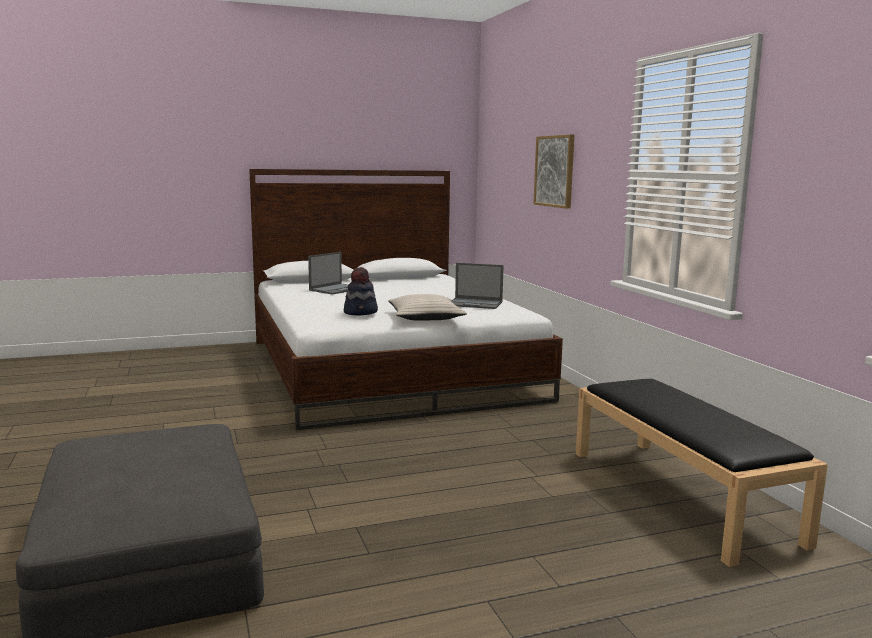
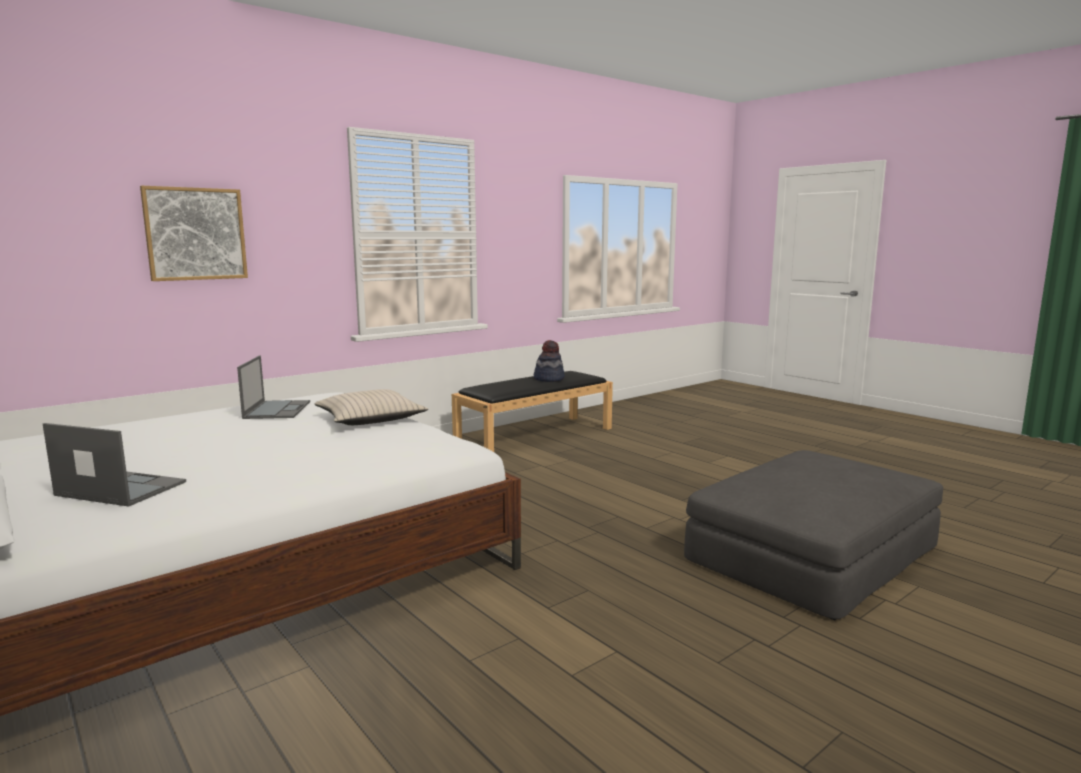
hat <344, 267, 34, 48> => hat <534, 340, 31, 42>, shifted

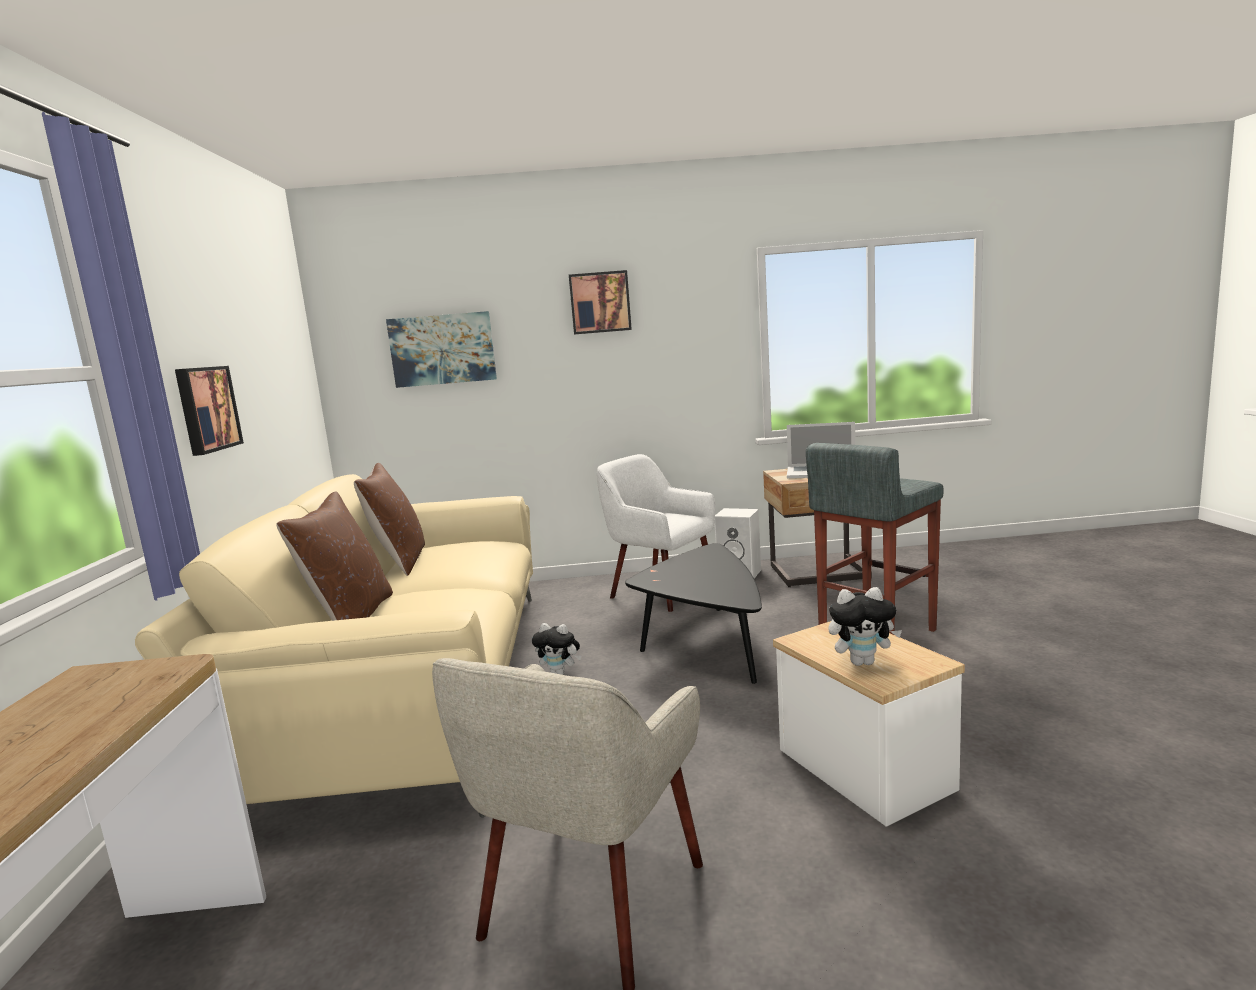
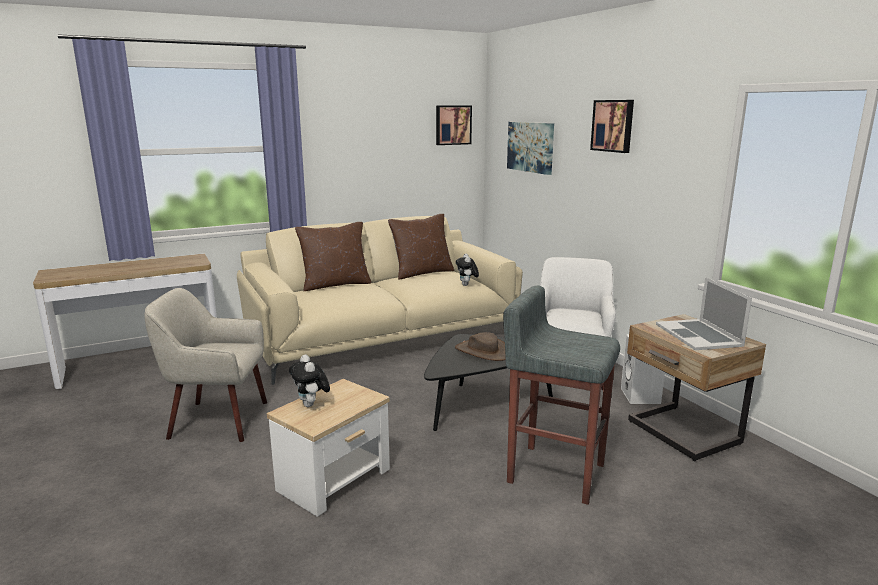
picture <175, 366, 69, 90> => picture <436, 106, 36, 39>, shifted
plush toy <532, 623, 49, 52> => plush toy <456, 254, 23, 32>, shifted
nothing => hat/brown <455, 332, 51, 29>

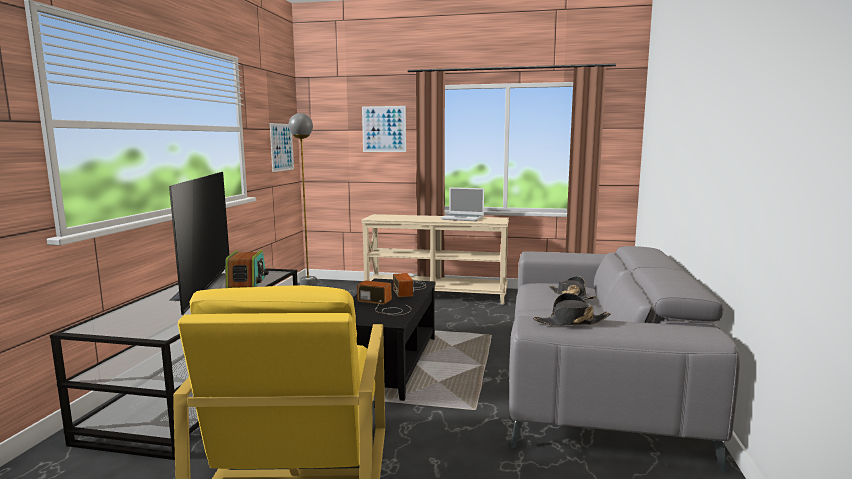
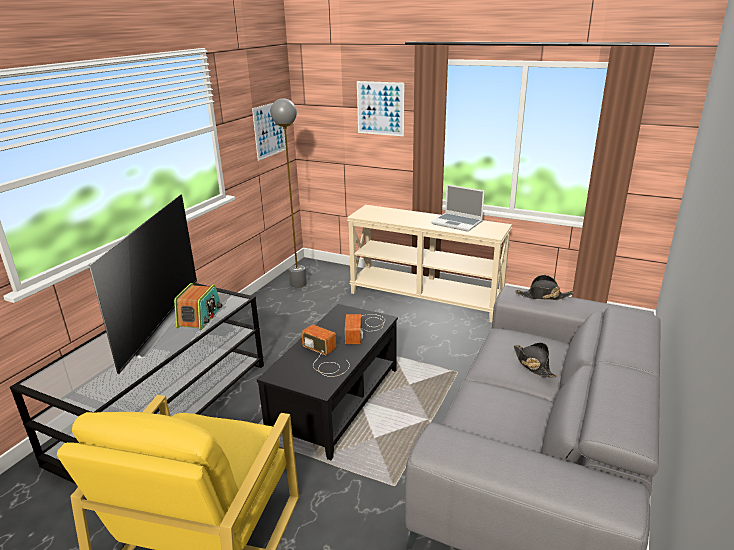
hat/black <533, 293, 78, 33> => hat/black <515, 275, 59, 25>, shifted

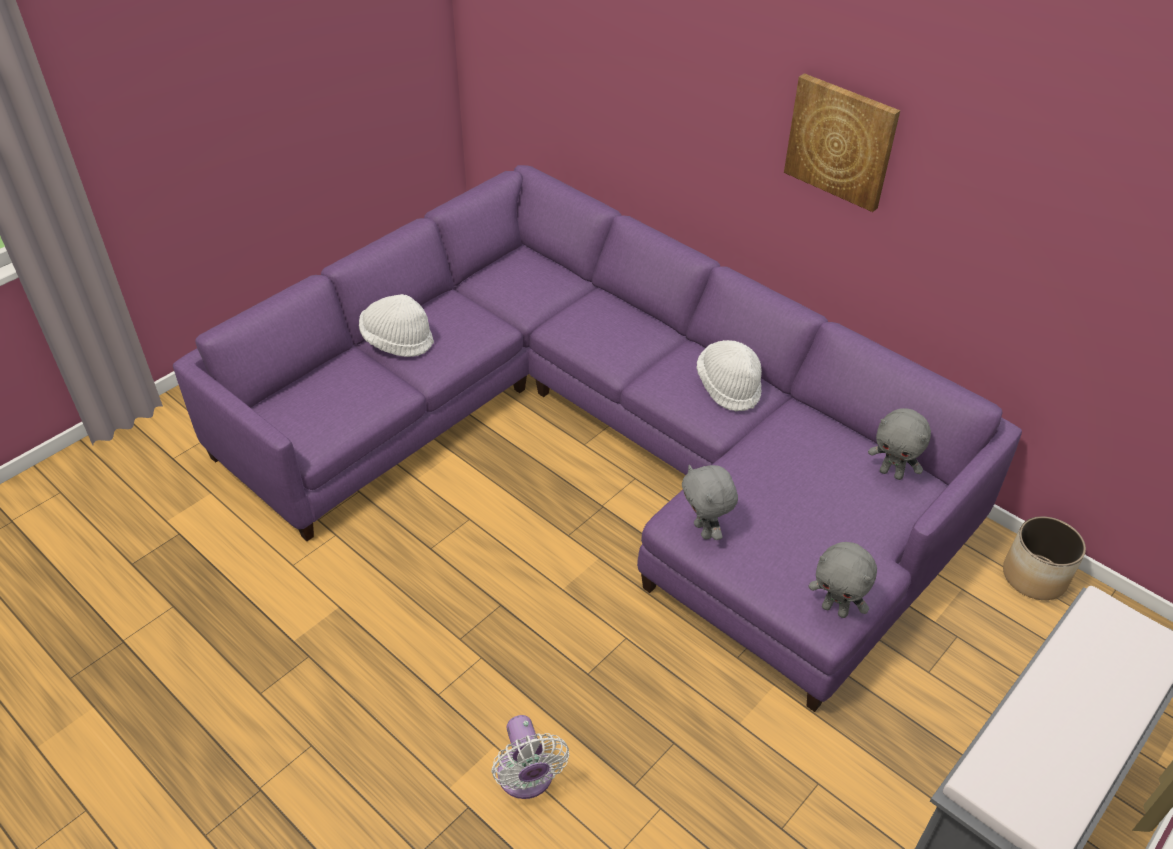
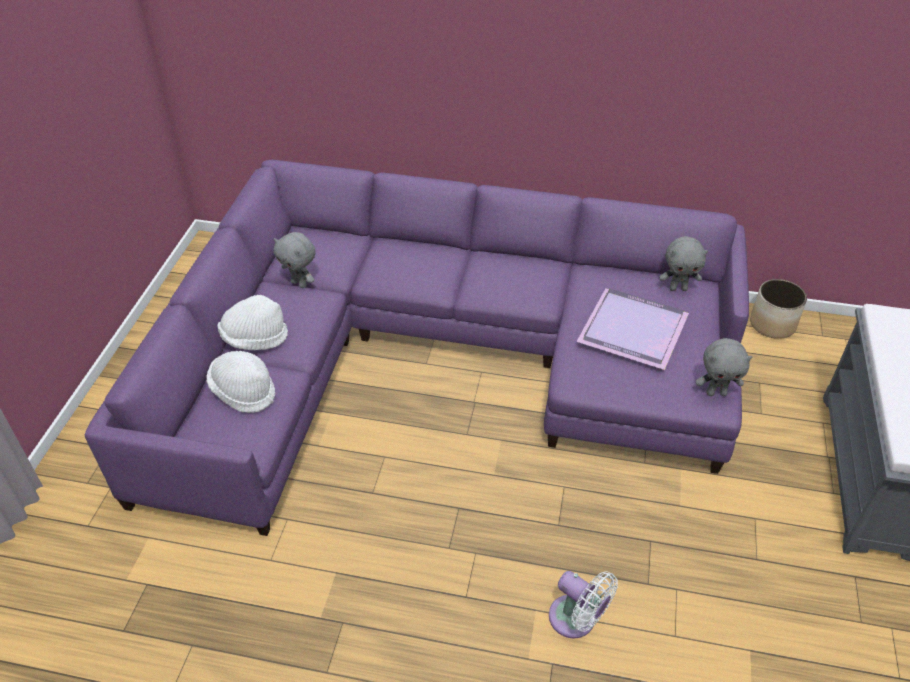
picture <784, 73, 116, 139> => nothing
hat/white <697, 340, 65, 71> => hat/white <206, 351, 69, 62>, shifted
plush toy/grey <682, 465, 56, 75> => plush toy/grey <273, 232, 42, 56>, shifted
nothing => tray/purple <576, 288, 113, 82>

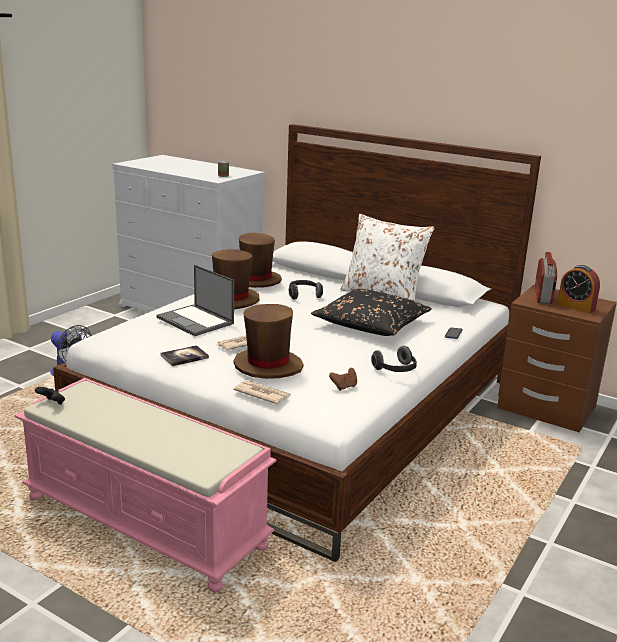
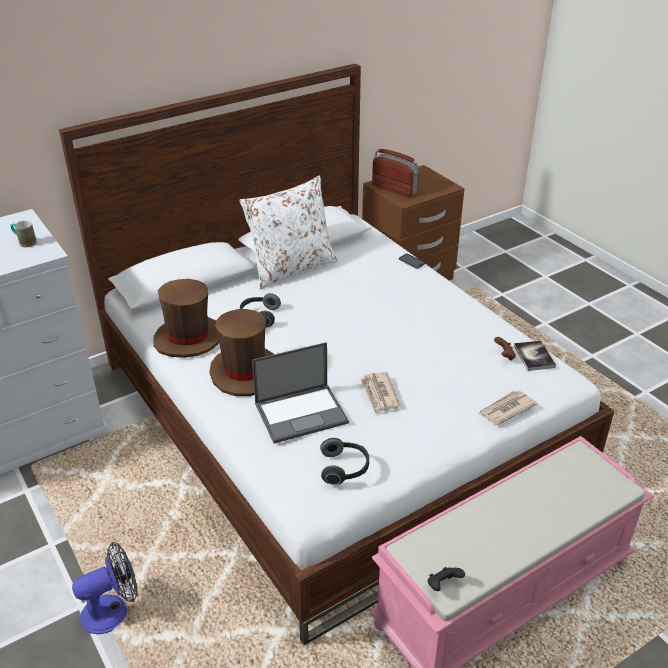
alarm clock <557, 265, 43, 48> => nothing
pillow/black <311, 289, 121, 47> => nothing
hat/brown <234, 304, 70, 75> => nothing
book <161, 345, 48, 21> => book <514, 340, 42, 31>, shifted
headphones <371, 346, 46, 26> => headphones <320, 438, 49, 47>, shifted

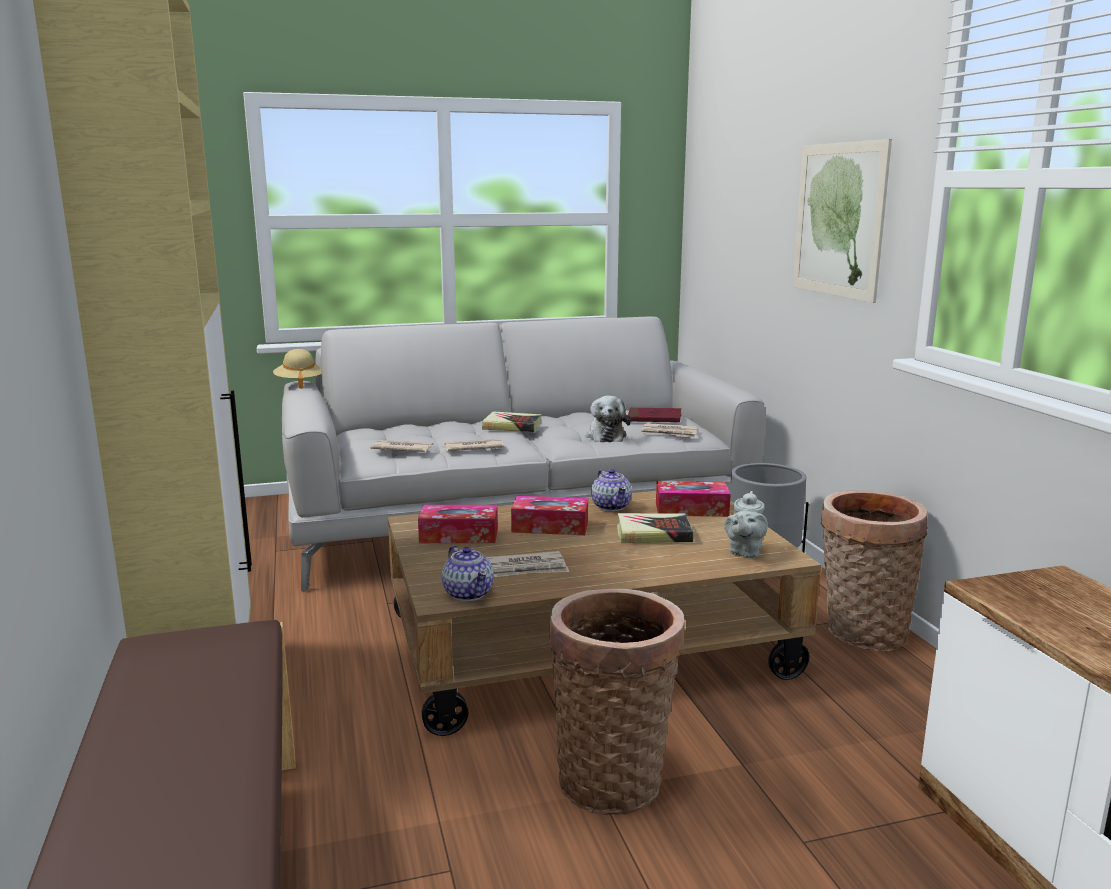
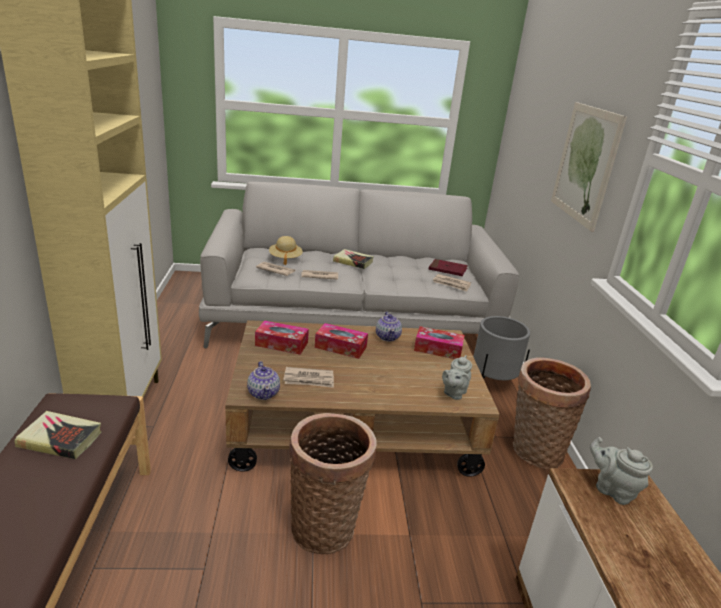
hat/beige <273, 349, 49, 40> => hat/beige <269, 236, 34, 29>, shifted
plush toy <586, 396, 45, 46> => nothing
book <617, 513, 77, 30> => book <15, 411, 86, 48>, shifted
nothing => teapot/grey <590, 437, 63, 68>

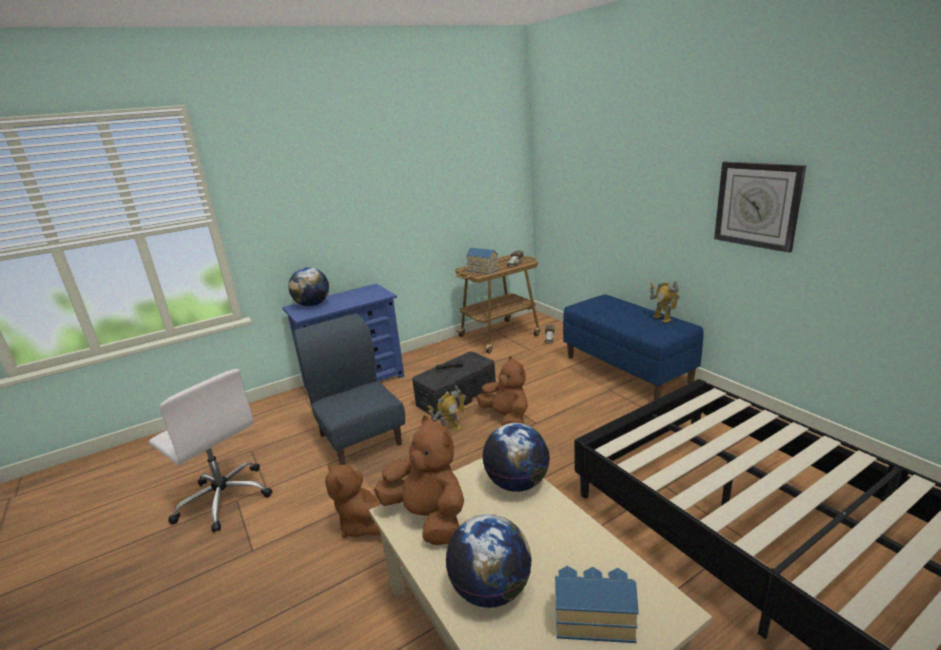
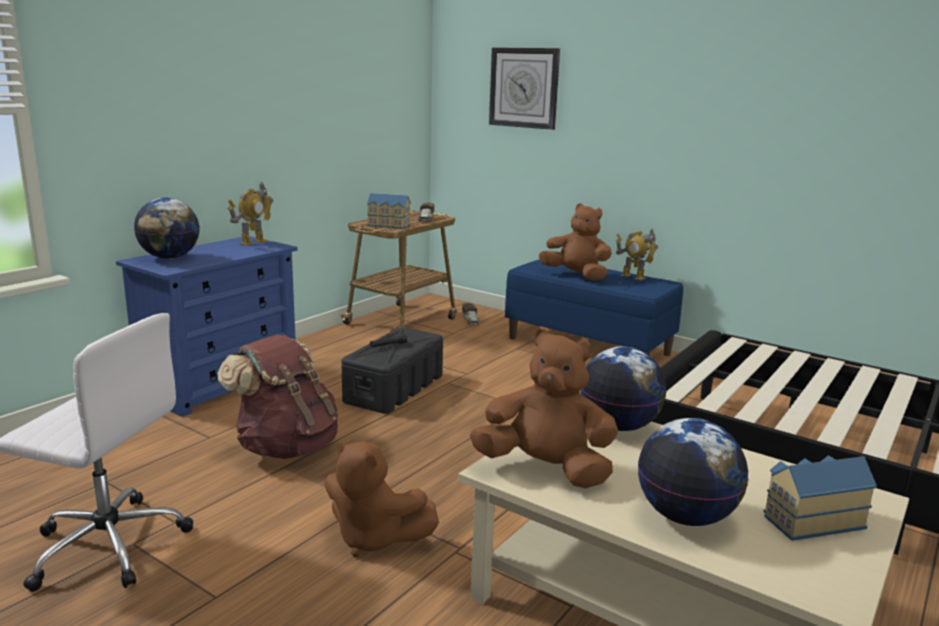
wall clock <714, 162, 92, 91> => wall clock <489, 47, 71, 83>, shifted
chair/blue <294, 313, 111, 152> => backpack/brown <218, 334, 120, 125>
plush toy/brown <477, 356, 51, 70> => plush toy/brown <539, 203, 73, 78>, shifted
toy robot <428, 385, 39, 46> => toy robot <228, 182, 46, 64>, shifted

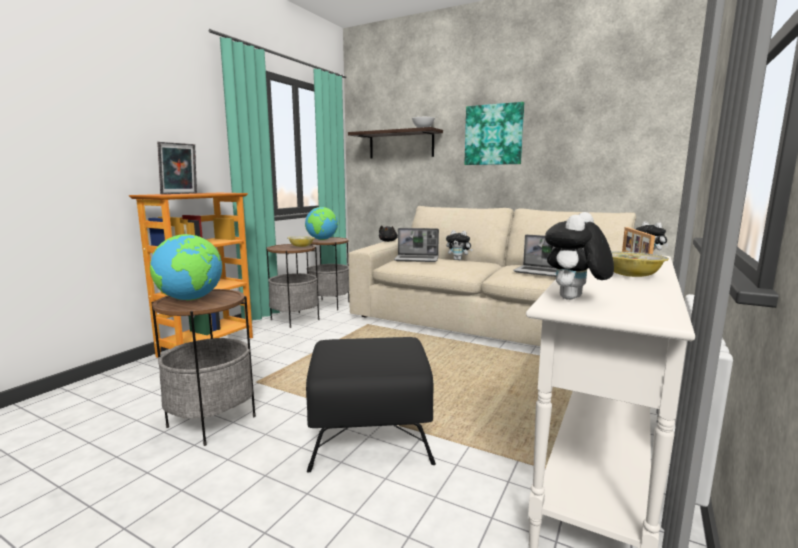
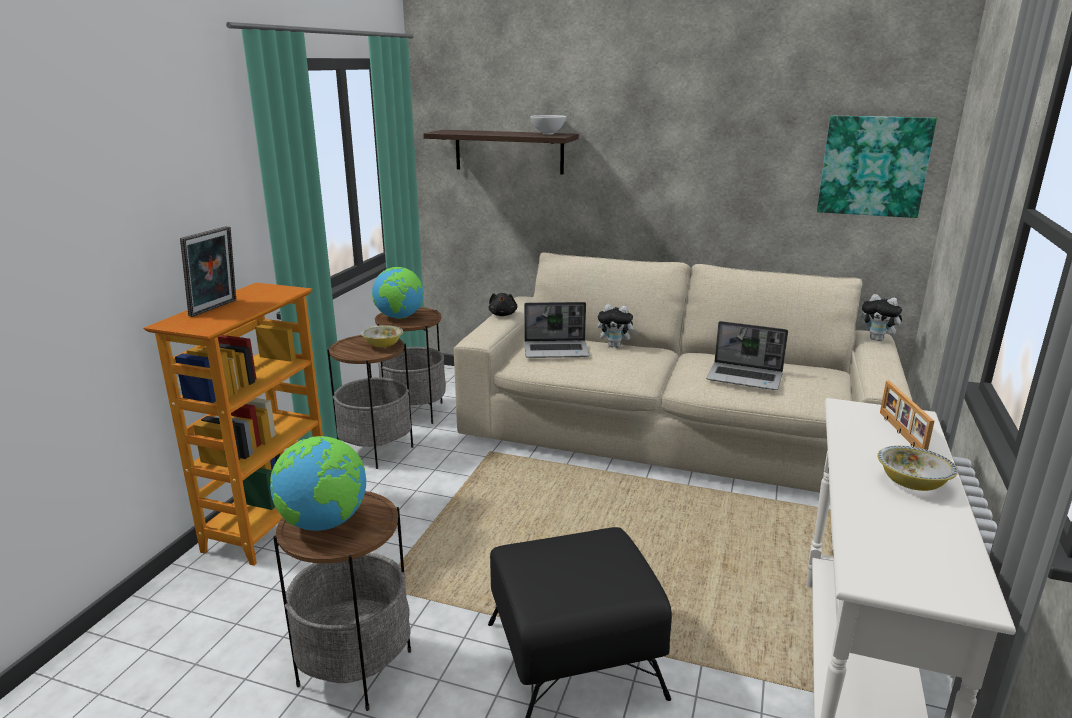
picture <464, 102, 60, 63> => picture <817, 116, 120, 102>, shifted
plush toy <545, 212, 69, 88> => nothing

